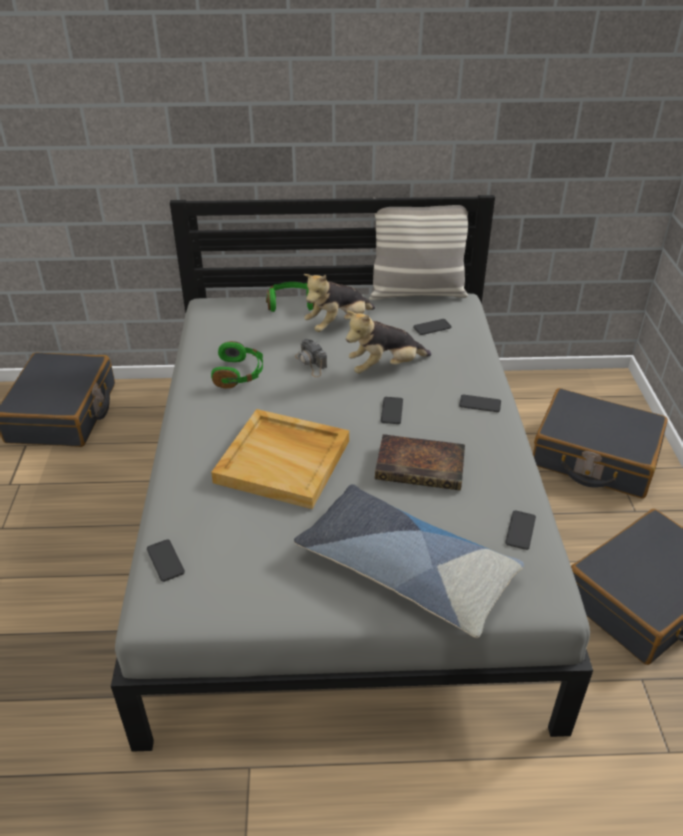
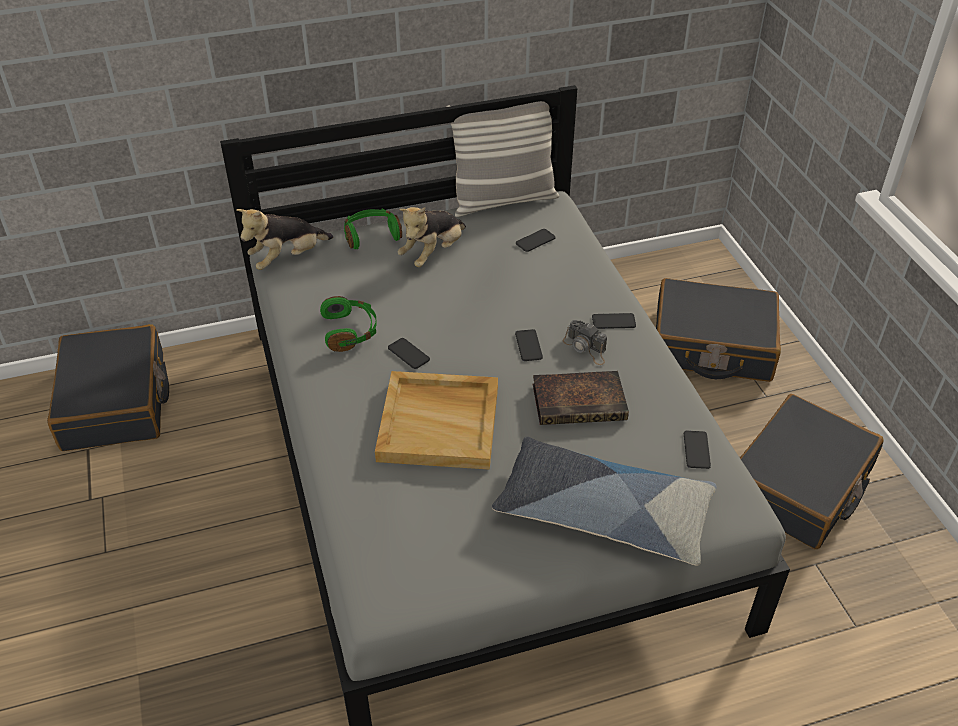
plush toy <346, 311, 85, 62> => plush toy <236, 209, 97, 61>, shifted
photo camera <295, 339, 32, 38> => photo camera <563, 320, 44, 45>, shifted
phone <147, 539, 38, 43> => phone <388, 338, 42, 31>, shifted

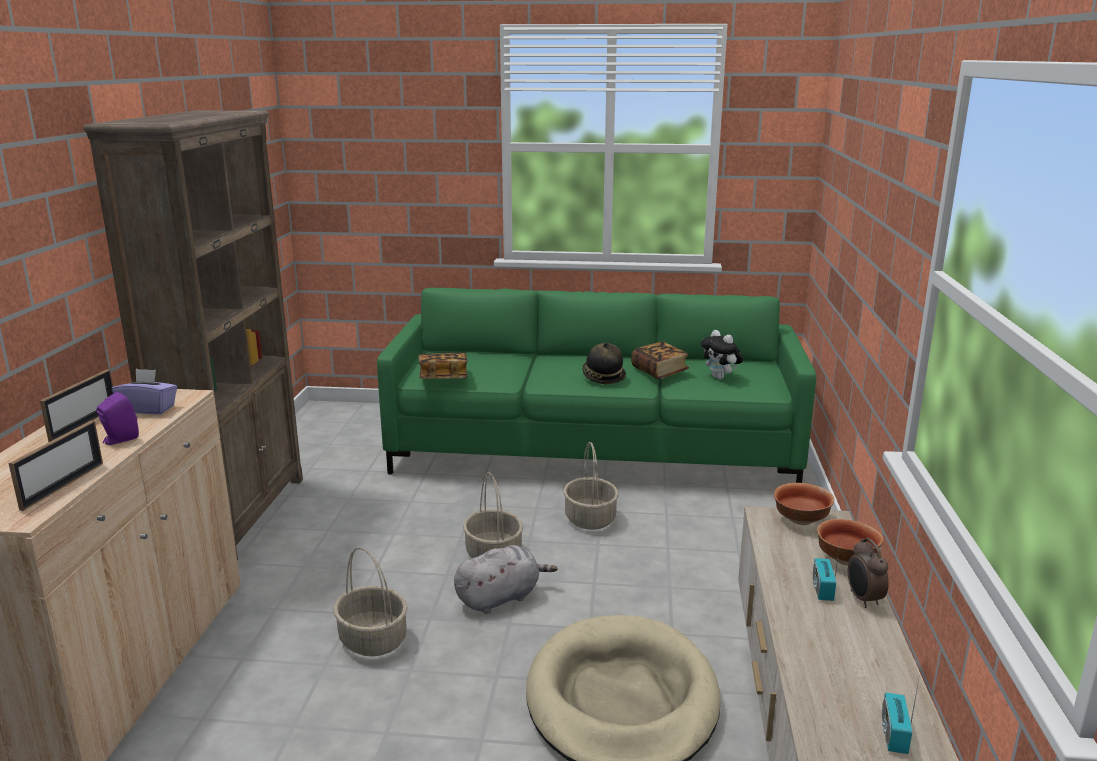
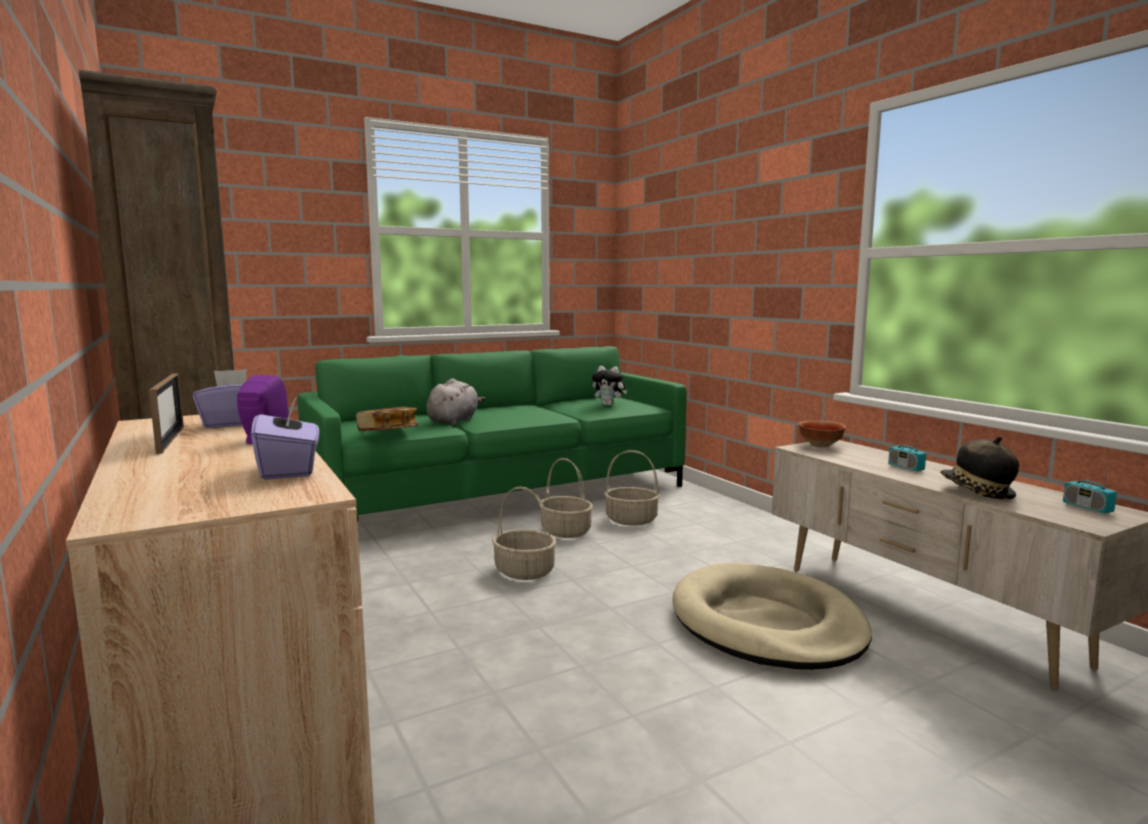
hat <582, 342, 44, 42> => hat <940, 436, 79, 63>, shifted
book <631, 342, 58, 38> => nothing
picture frame <8, 420, 95, 91> => tissue box/purple <251, 397, 68, 83>
bowl <817, 519, 66, 47> => nothing
alarm clock <848, 538, 41, 70> => nothing
plush toy/grey <454, 545, 103, 69> => plush toy/grey <426, 379, 60, 46>, shifted
basket <333, 547, 75, 109> => basket <604, 450, 56, 76>, shifted

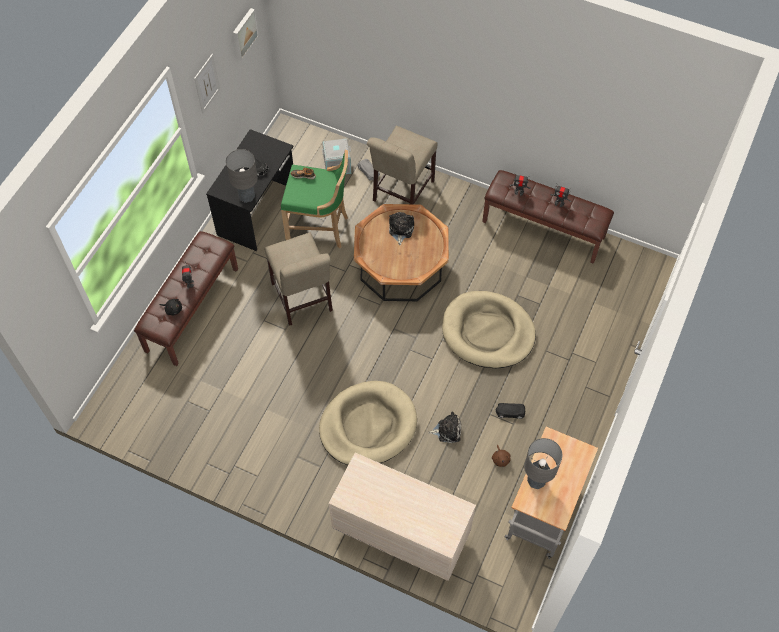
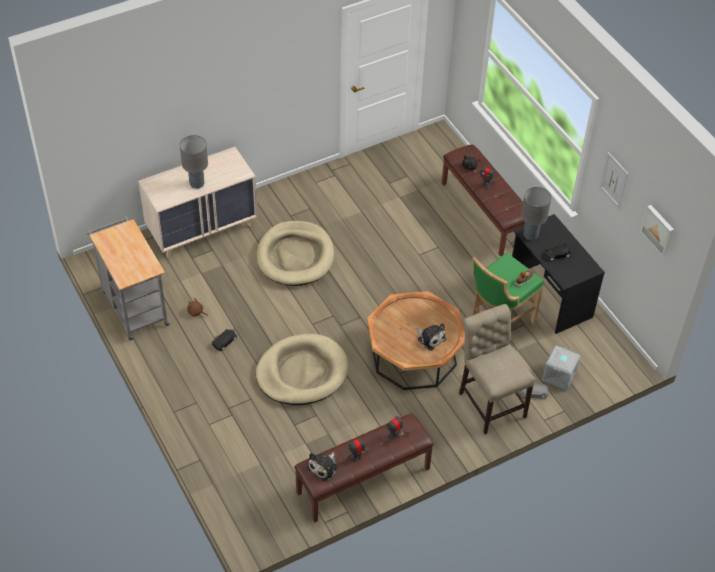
chair/beige <264, 232, 69, 94> => nothing
plush toy <428, 412, 33, 31> => plush toy <307, 452, 31, 29>, shifted
table lamp/grey <524, 438, 38, 51> => table lamp/grey <180, 135, 28, 54>, shifted

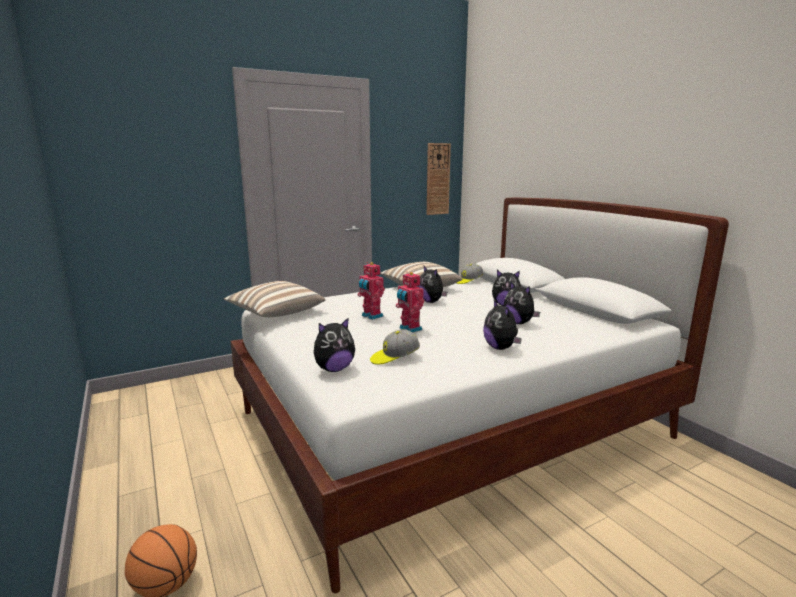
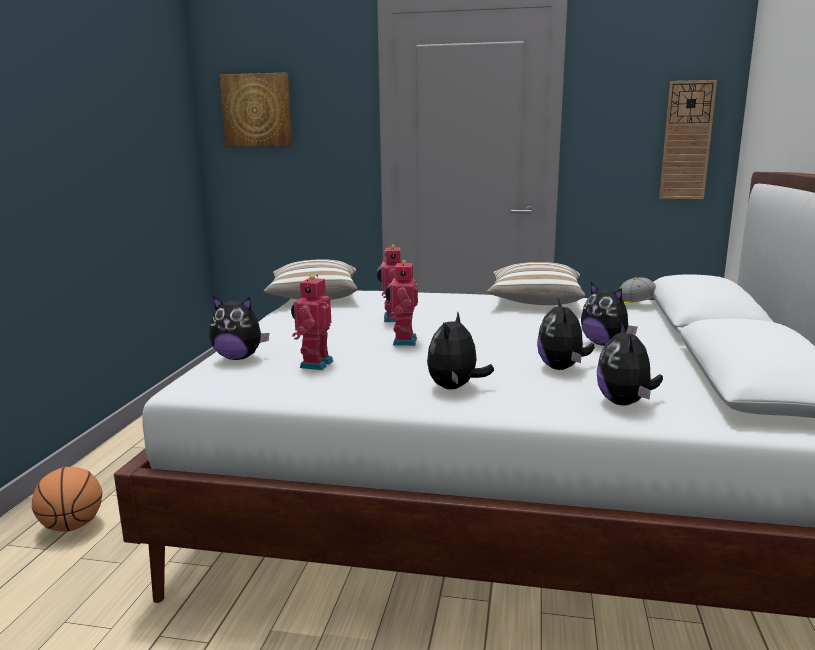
plush toy <418, 266, 29, 37> => plush toy <597, 322, 66, 84>, shifted
cap <370, 329, 50, 36> => toy robot <291, 275, 42, 95>
nothing => picture <219, 73, 73, 74>

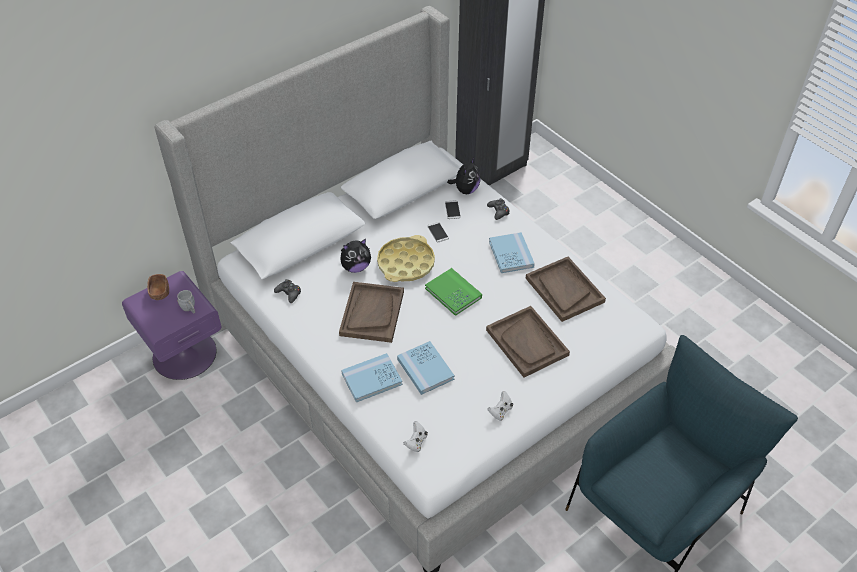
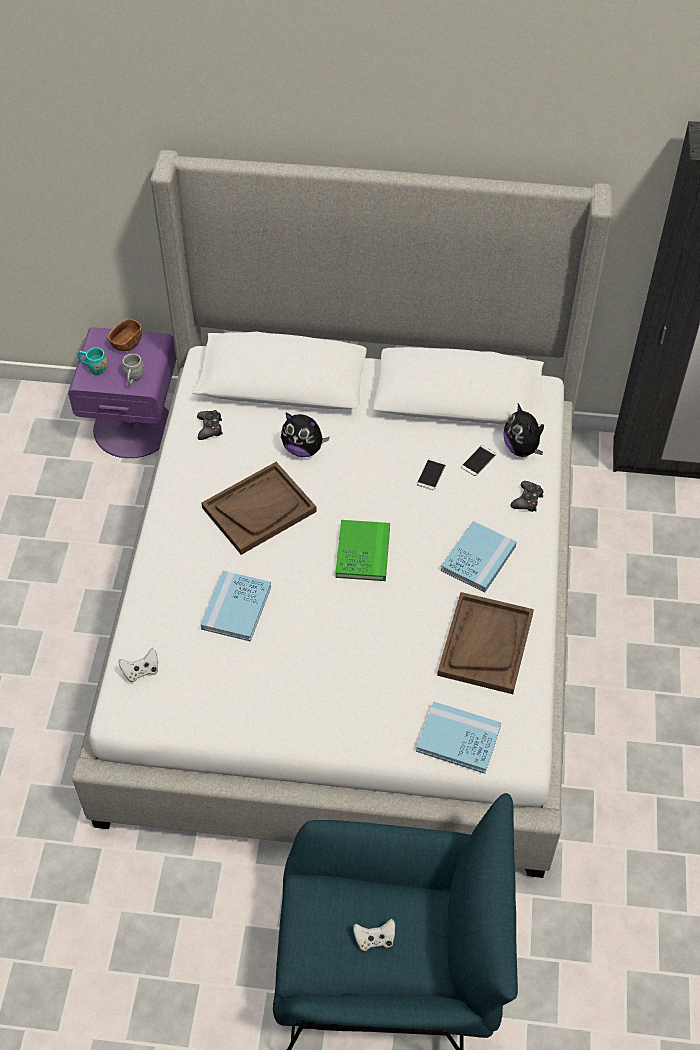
plush toy <447, 157, 34, 37> => plush toy <503, 403, 41, 54>, 90 degrees clockwise
tray/yellow <377, 235, 58, 47> => nothing
tray/brown <486, 306, 84, 72> => nothing
book/blue <341, 353, 62, 50> => book/blue <416, 701, 85, 73>, shifted
game controller/white <488, 391, 25, 30> => game controller/white <353, 919, 42, 32>, shifted
nothing => mug/turquoise <77, 347, 30, 28>

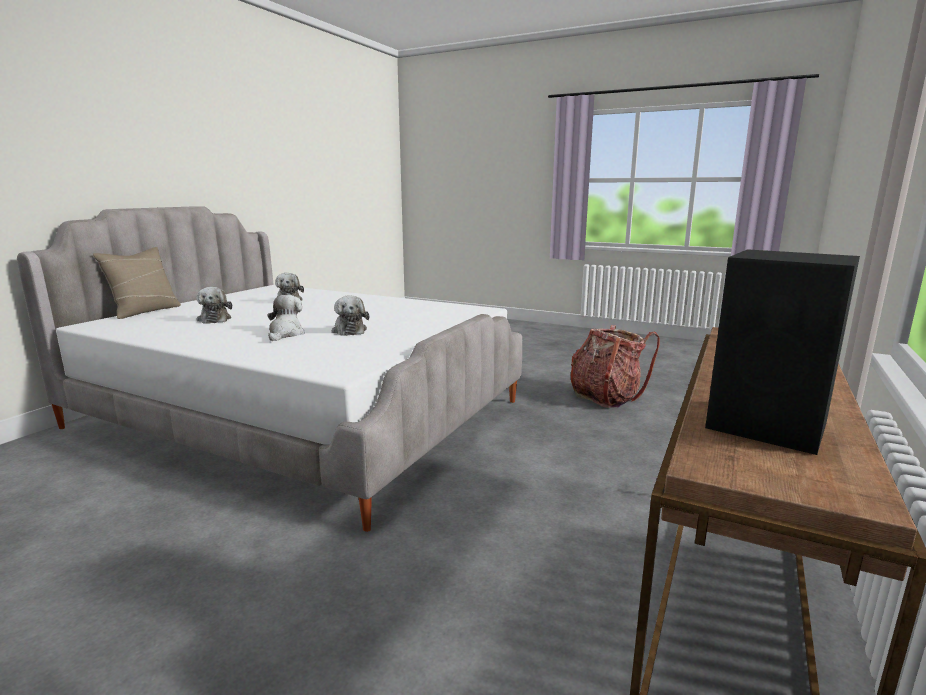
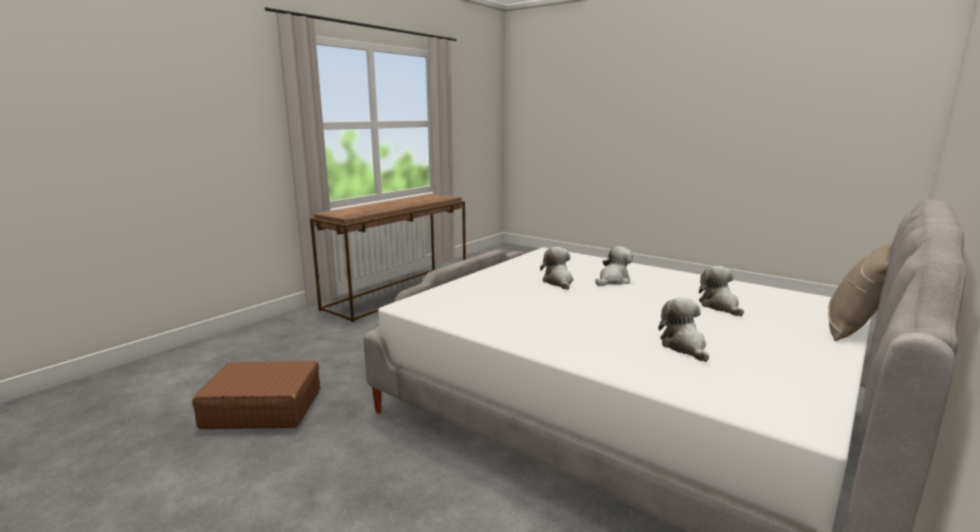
speaker/black <705, 249, 155, 206> => nothing
plush toy <267, 295, 38, 46> => plush toy <595, 246, 38, 40>, 150 degrees counterclockwise
backpack <571, 325, 89, 83> => suitcase/brown <192, 361, 128, 68>

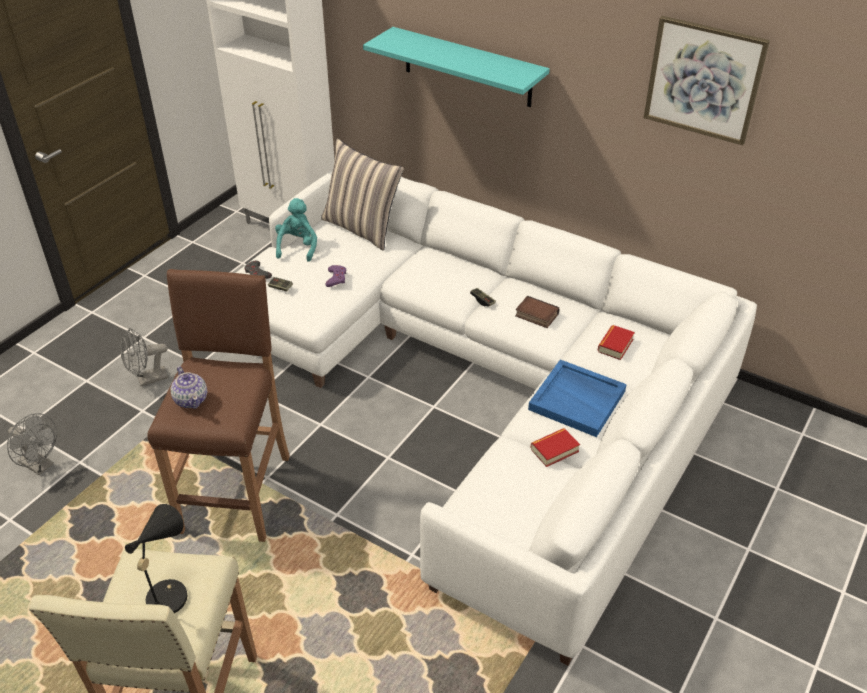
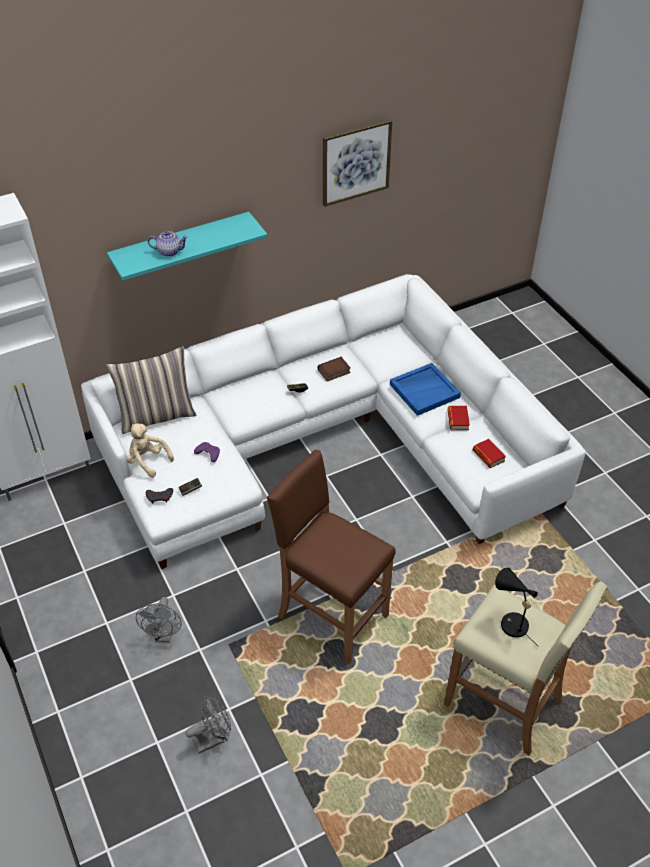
plush toy/turquoise <275, 198, 42, 64> => plush toy/beige <126, 423, 48, 55>
book <597, 325, 38, 35> => book <473, 439, 33, 29>, shifted
teapot <171, 366, 36, 43> => teapot <148, 231, 40, 26>, shifted

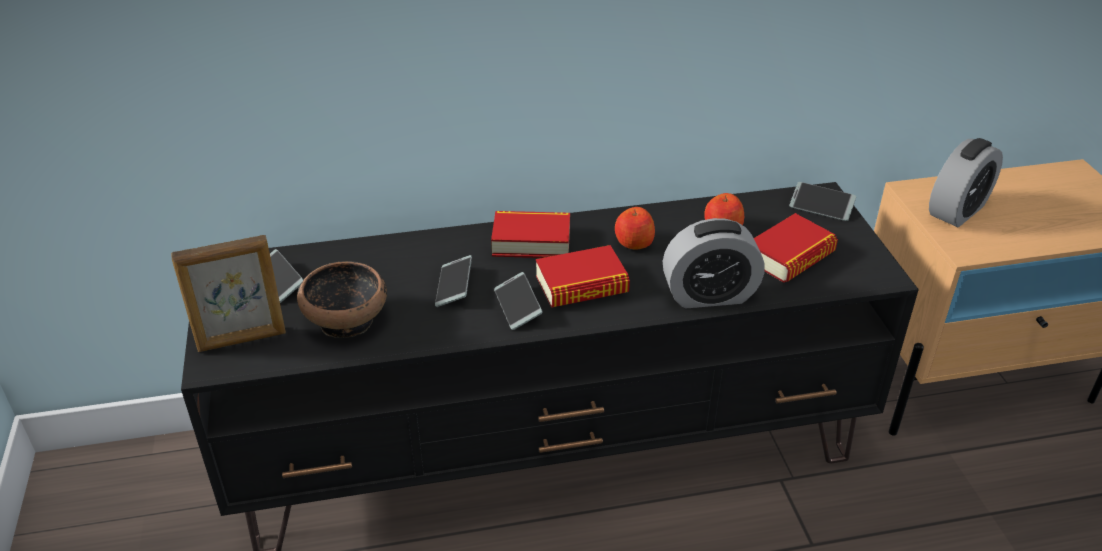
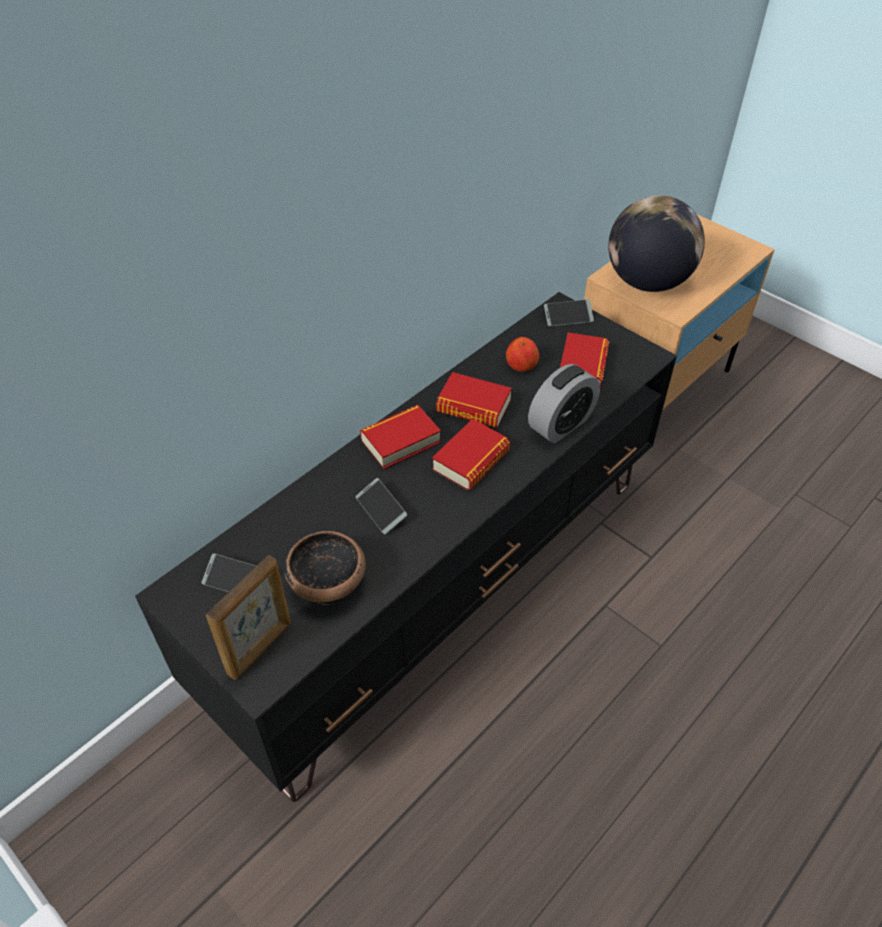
alarm clock <929, 138, 74, 89> => globe <608, 195, 97, 97>
apple <615, 207, 40, 42> => book <436, 372, 76, 56>
phone <494, 272, 48, 58> => nothing

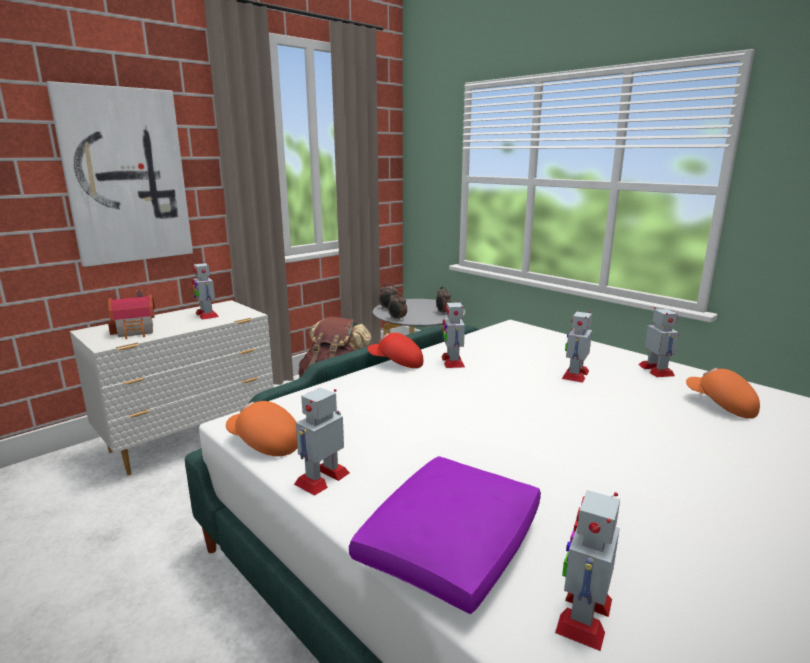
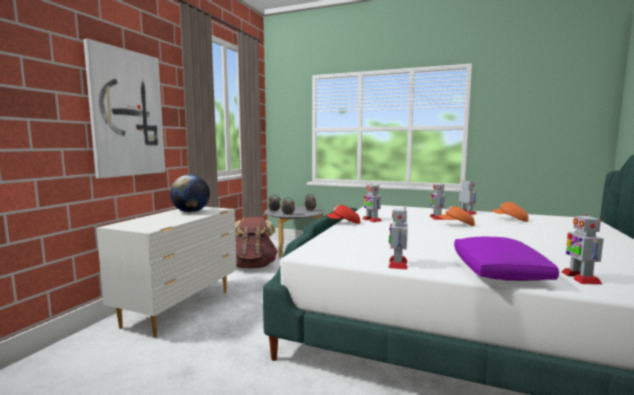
toy robot <192, 262, 27, 58> => globe <170, 174, 40, 39>
toy house <108, 290, 47, 49> => nothing
cap/orange <226, 401, 72, 55> => cap/orange <438, 206, 37, 20>, shifted

